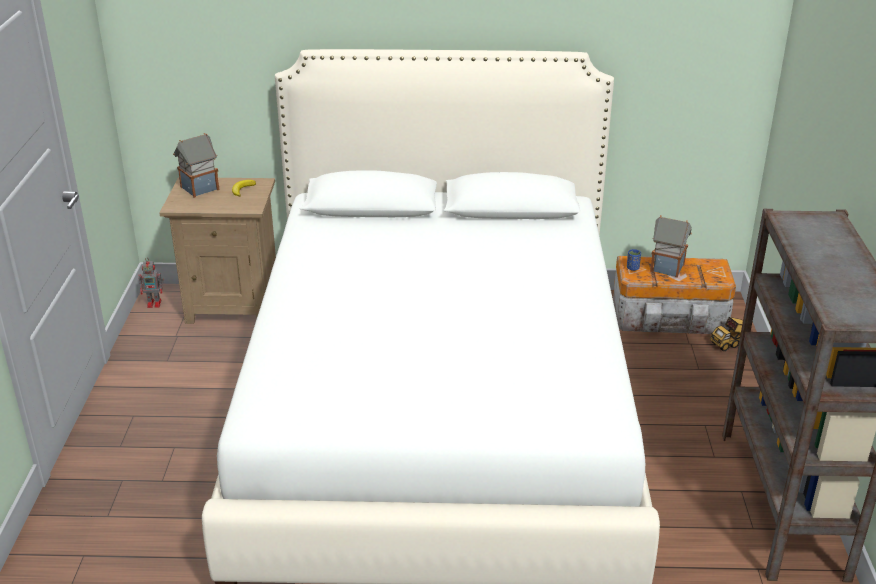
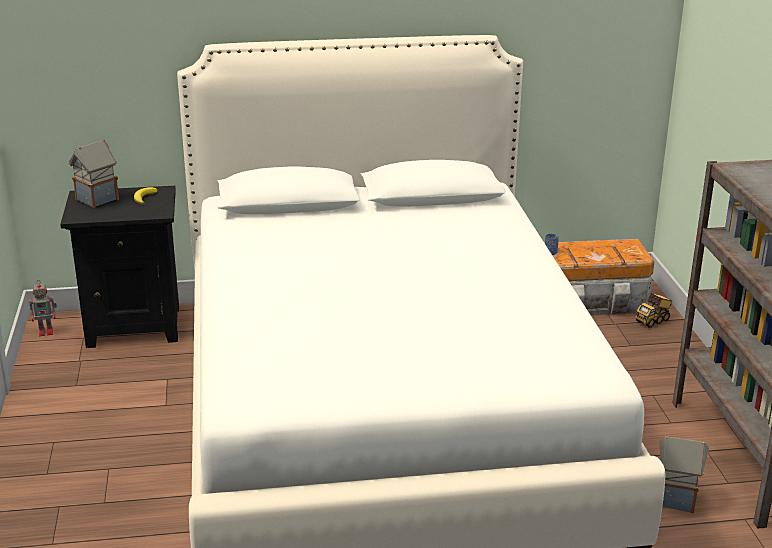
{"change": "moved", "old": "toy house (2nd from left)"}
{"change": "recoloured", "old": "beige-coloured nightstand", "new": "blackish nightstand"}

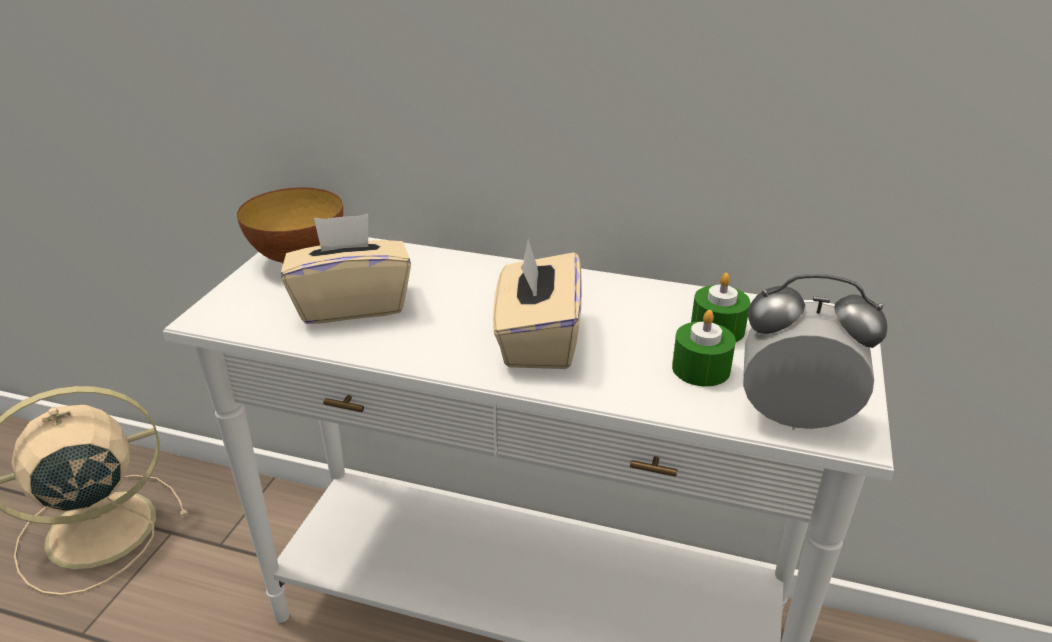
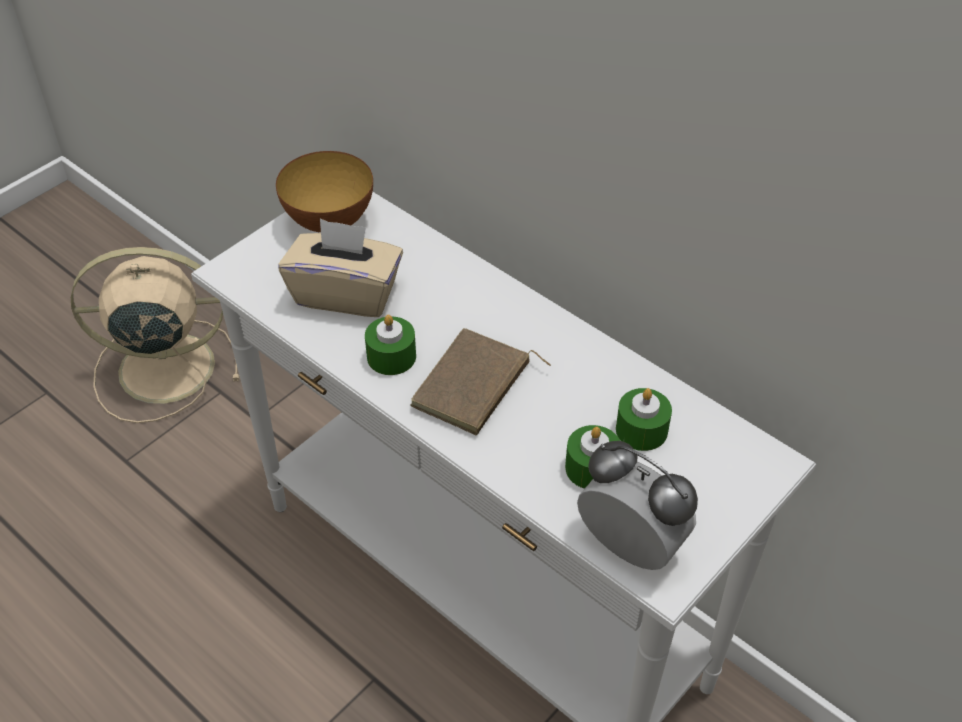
{"change": "added", "new": "greenish wax light (1st from left)"}
{"change": "replaced", "old": "beige-coloured tissue box (2nd from left)", "new": "brown volume"}

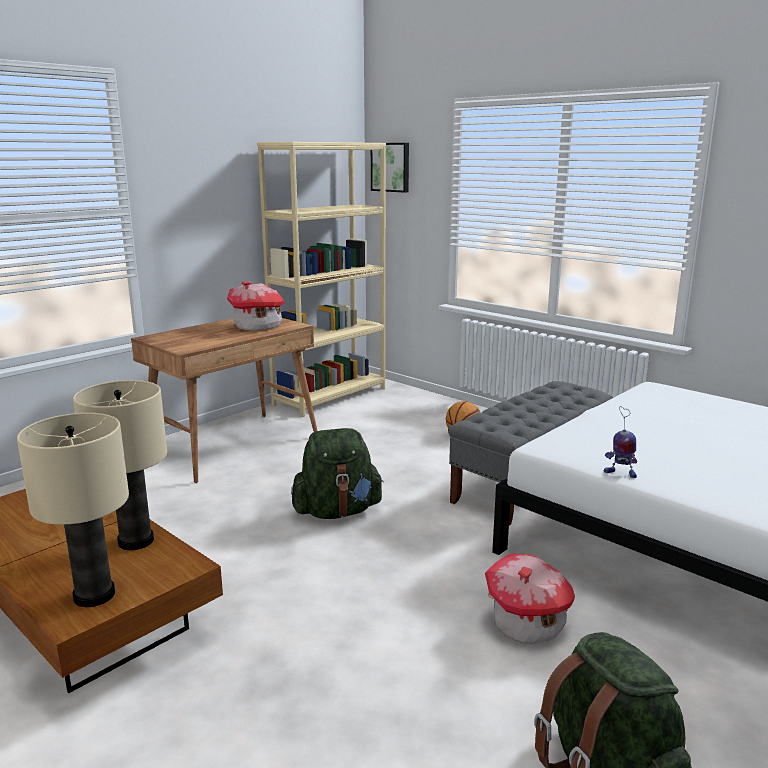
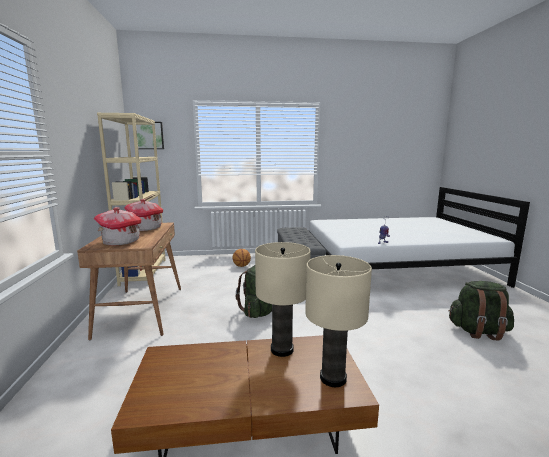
{"change": "moved", "old": "toy house (2nd from left in the first image)", "new": "toy house (1st from left)"}

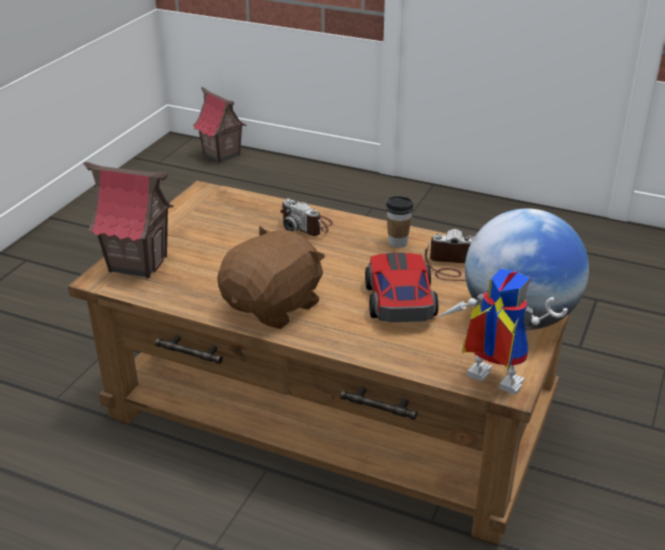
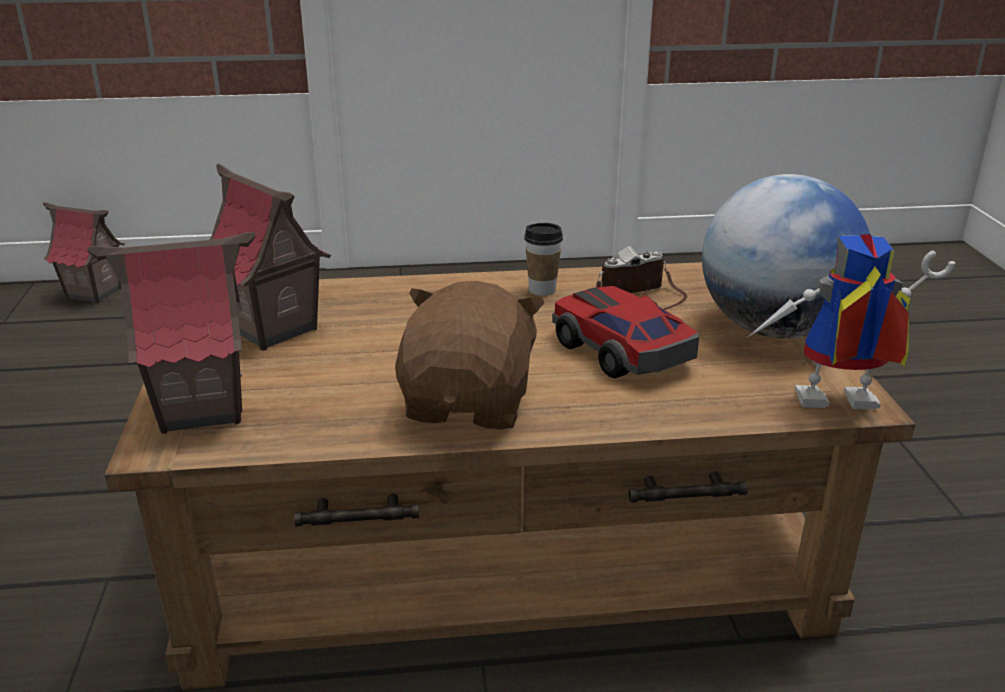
{"change": "removed", "old": "still camera (1st from left)"}
{"change": "added", "new": "toy house (3rd from left)"}

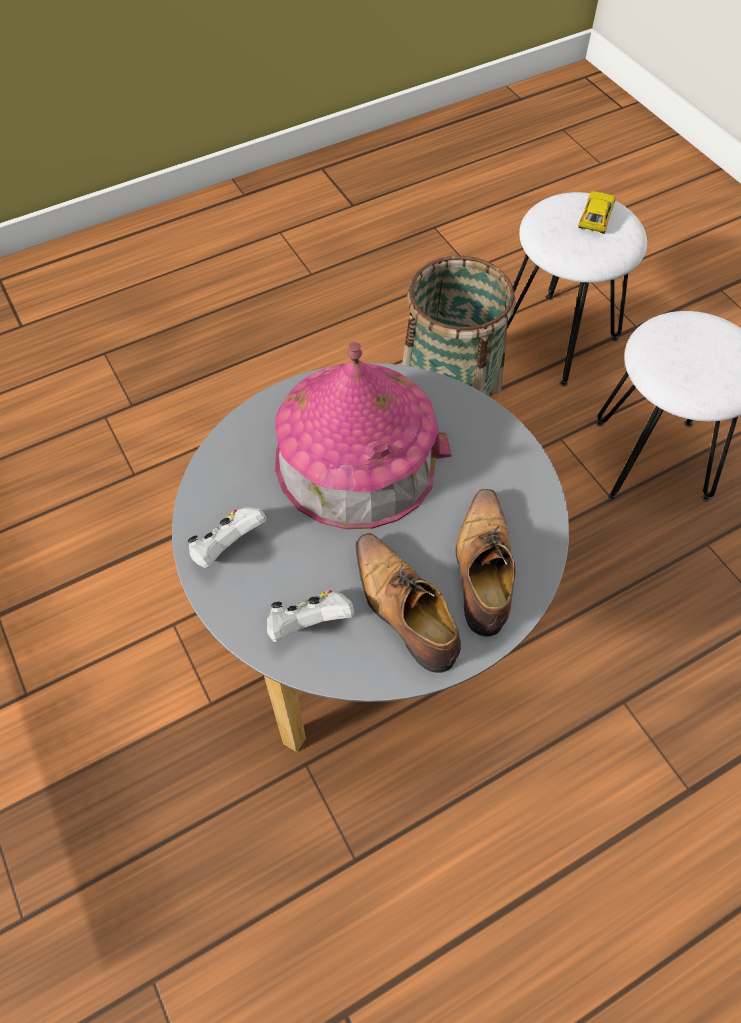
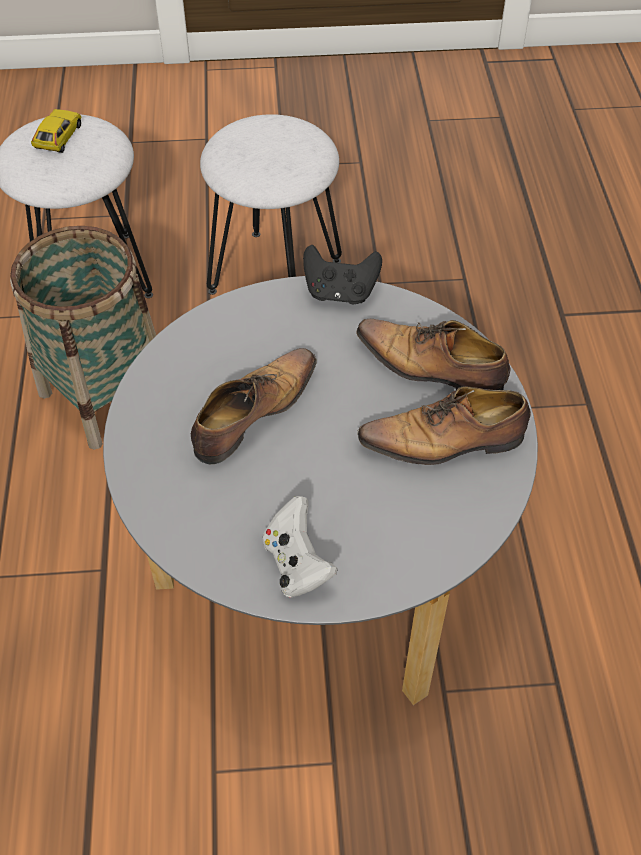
{"change": "removed", "old": "white game controller (2nd from left)"}
{"change": "added", "new": "blackish game controller"}
{"change": "replaced", "old": "toy house", "new": "shoe (1st from left)"}
{"change": "turned", "old": "miniature car", "degrees": 60}

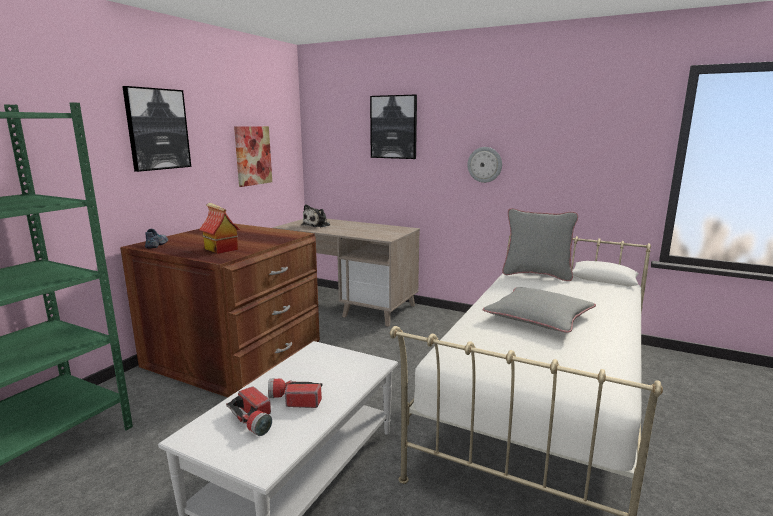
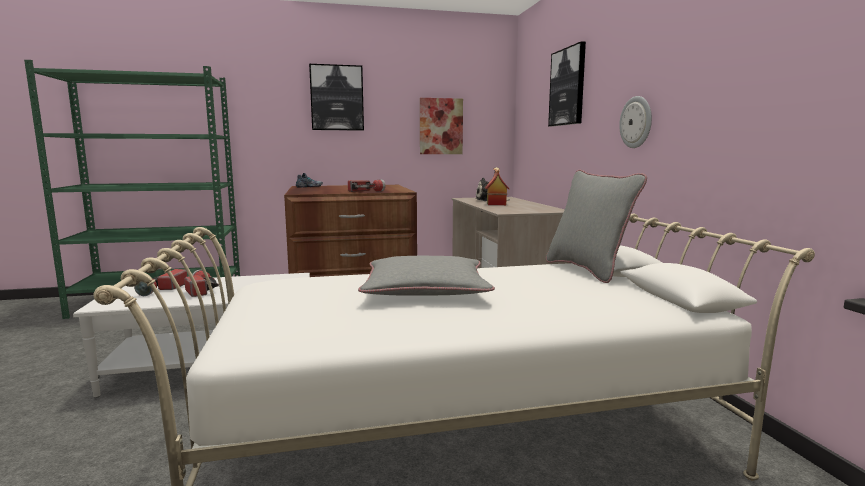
{"change": "added", "new": "torch (3rd from left)"}
{"change": "moved", "old": "toy house"}

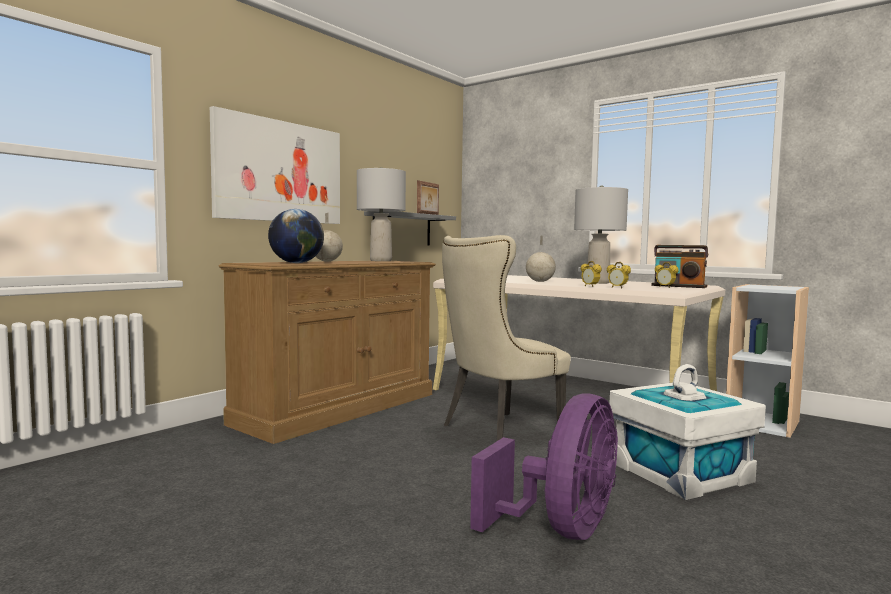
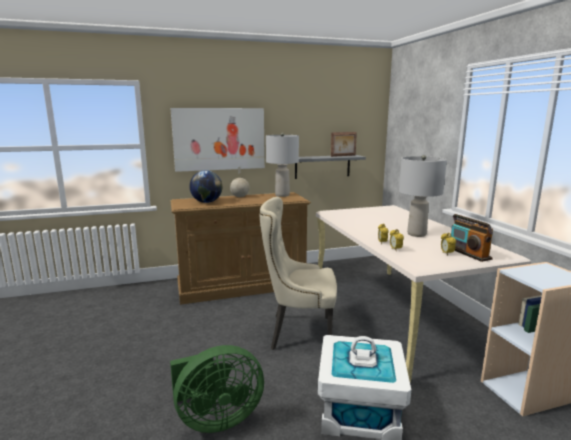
{"change": "removed", "old": "desk globe (3rd from left)"}
{"change": "recoloured", "old": "purple-coloured electric fan", "new": "greenish electric fan"}

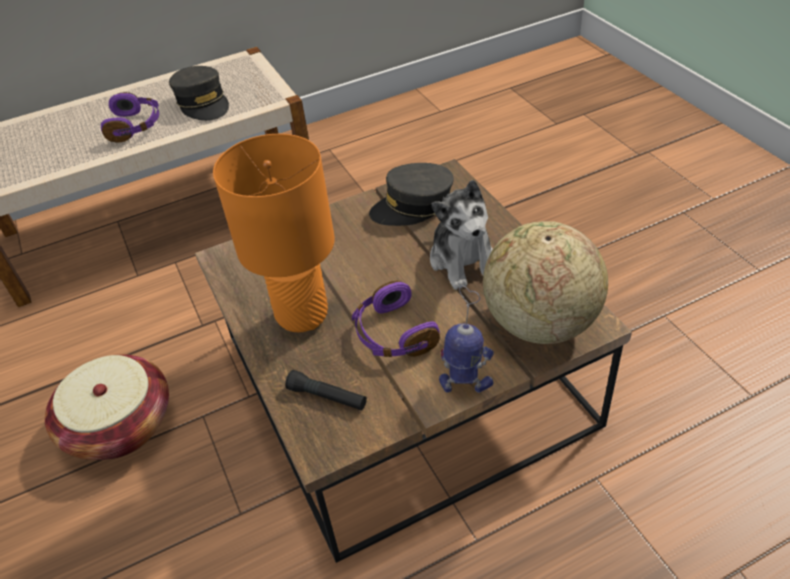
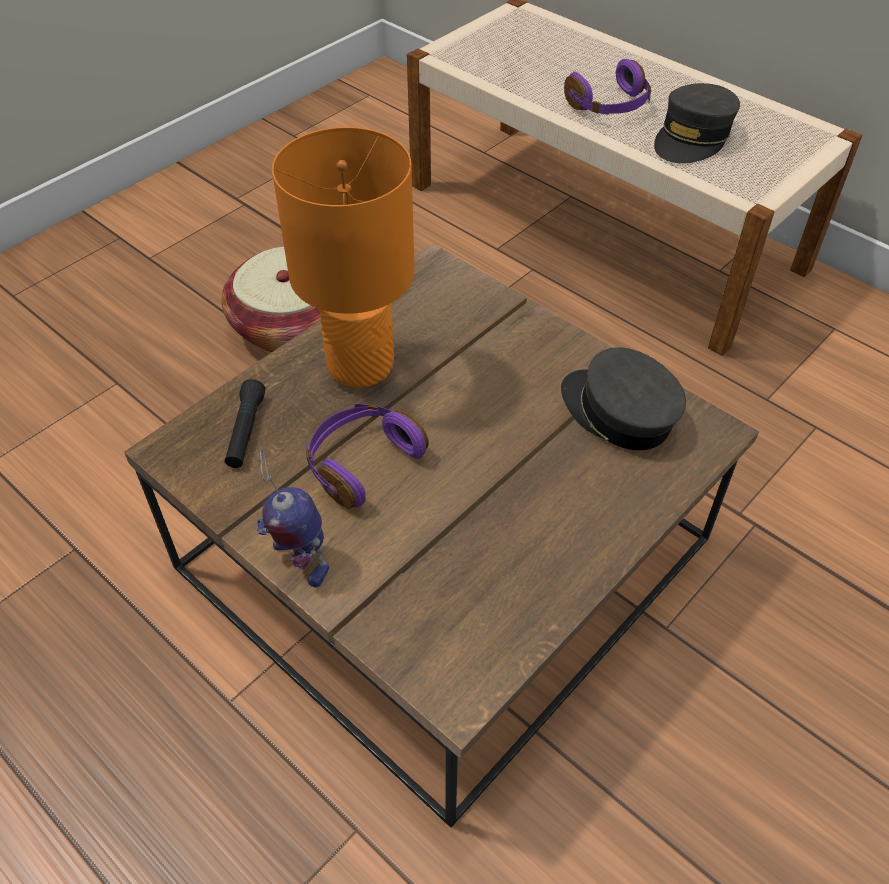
{"change": "removed", "old": "soft toy"}
{"change": "removed", "old": "desk globe"}
{"change": "turned", "old": "robot figure", "degrees": 150}

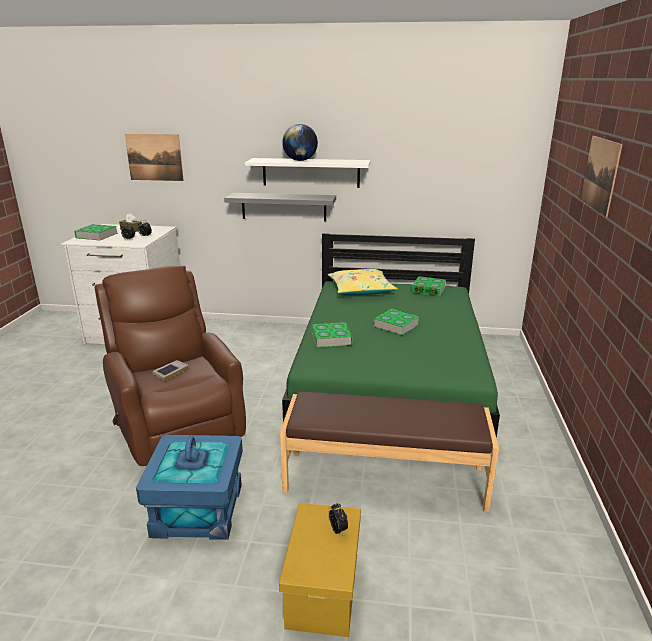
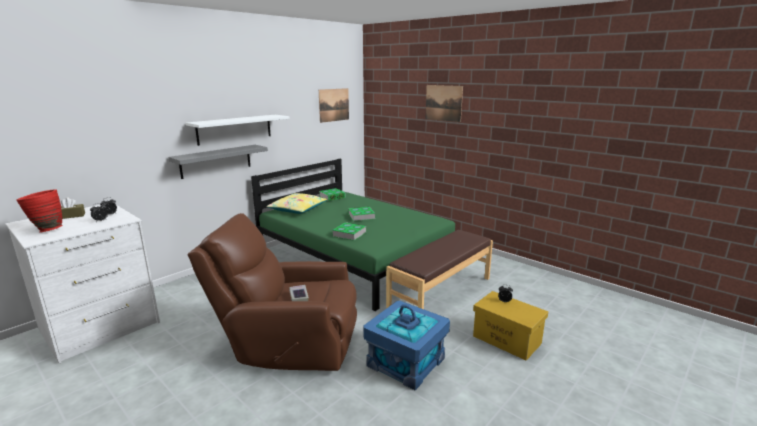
{"change": "removed", "old": "desk globe"}
{"change": "moved", "old": "wall art (1st from left)"}
{"change": "replaced", "old": "volume (1st from left)", "new": "red-coloured vase"}

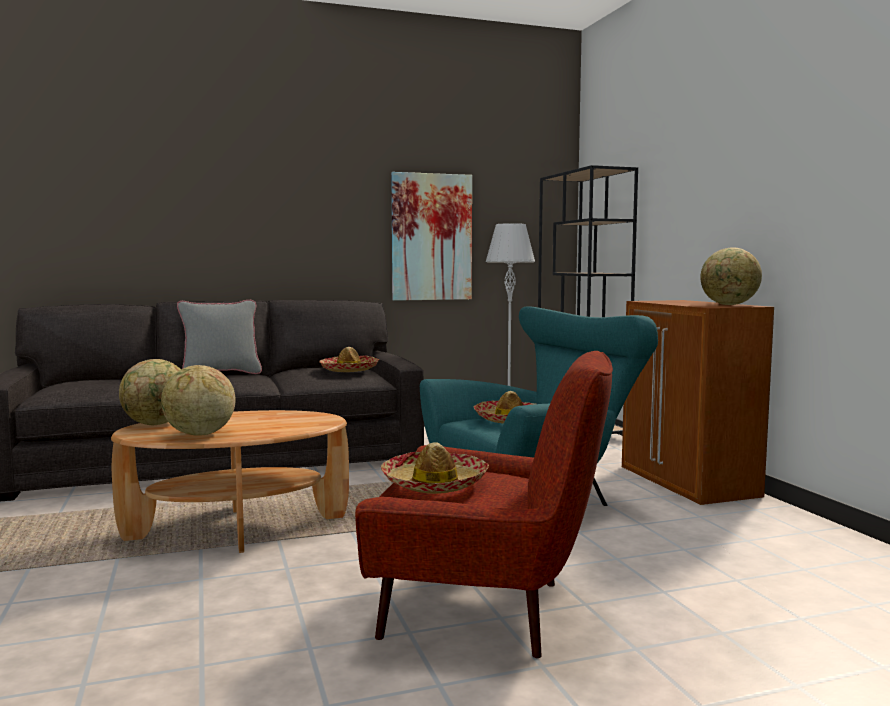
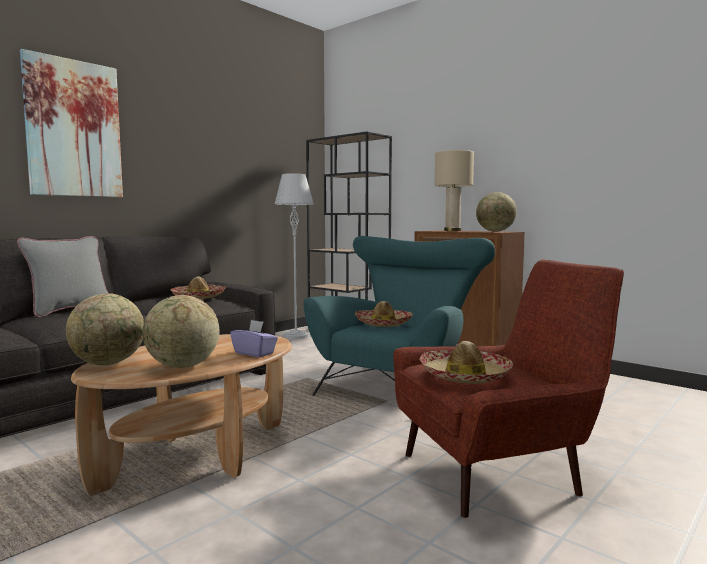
{"change": "added", "new": "purple-coloured tissue box"}
{"change": "added", "new": "beige-coloured tabletop lamp"}
{"change": "moved", "old": "wall art"}

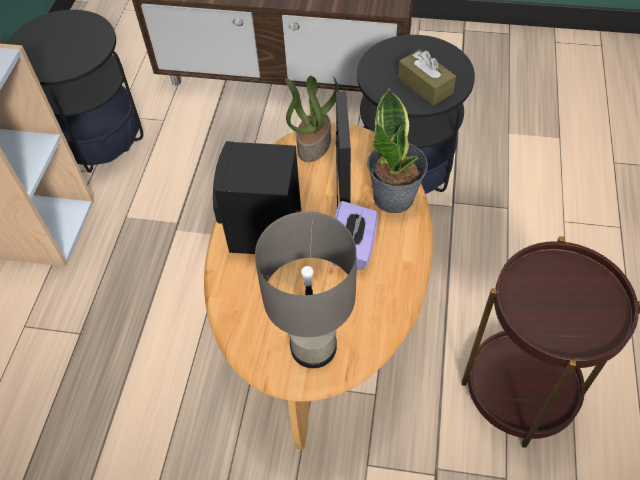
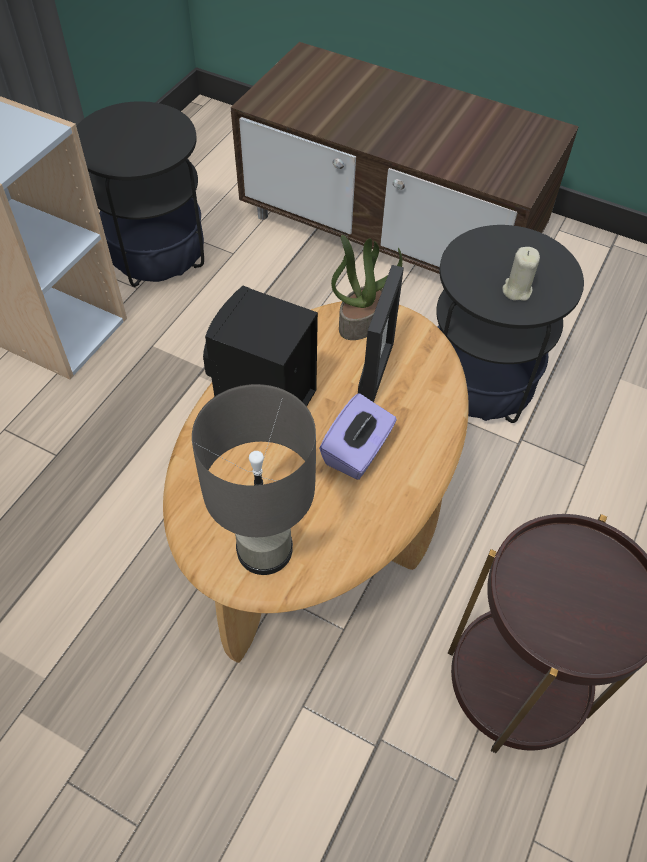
{"change": "removed", "old": "plant in a pot (2nd from left)"}
{"change": "replaced", "old": "brown tissue box", "new": "beige-coloured wax light"}

